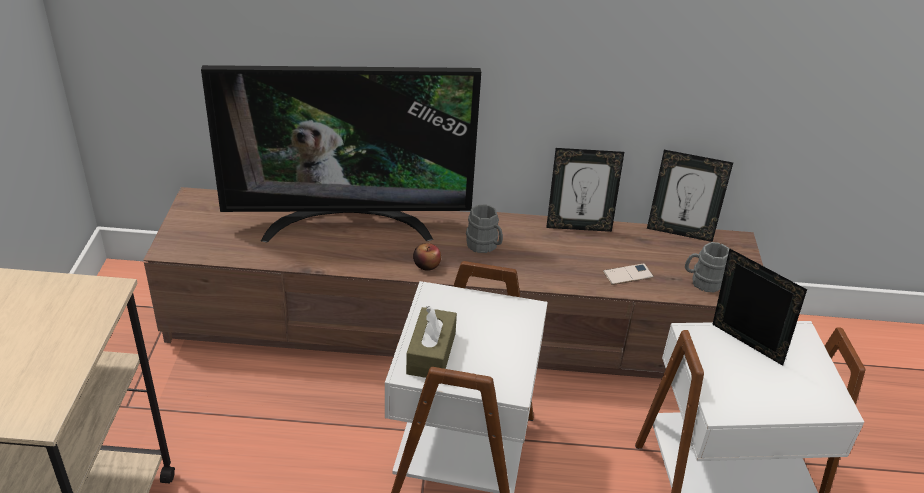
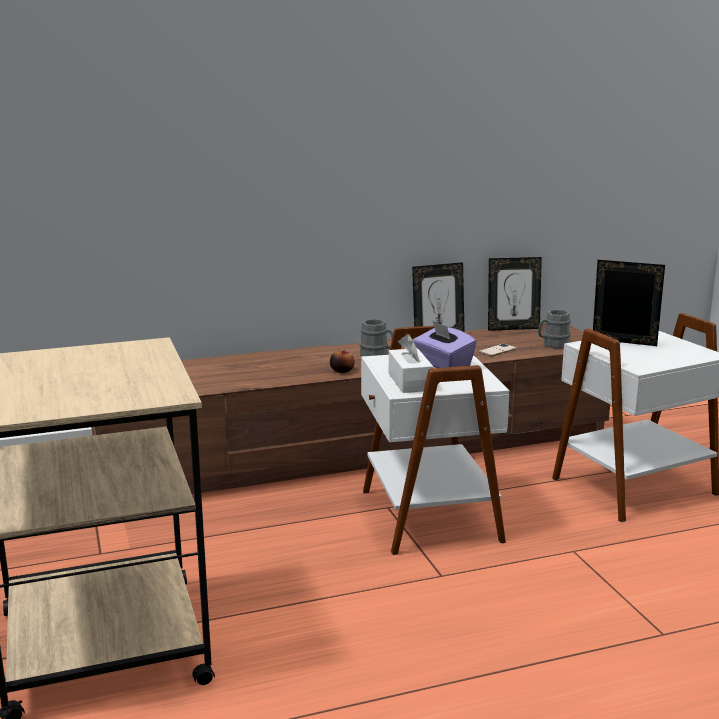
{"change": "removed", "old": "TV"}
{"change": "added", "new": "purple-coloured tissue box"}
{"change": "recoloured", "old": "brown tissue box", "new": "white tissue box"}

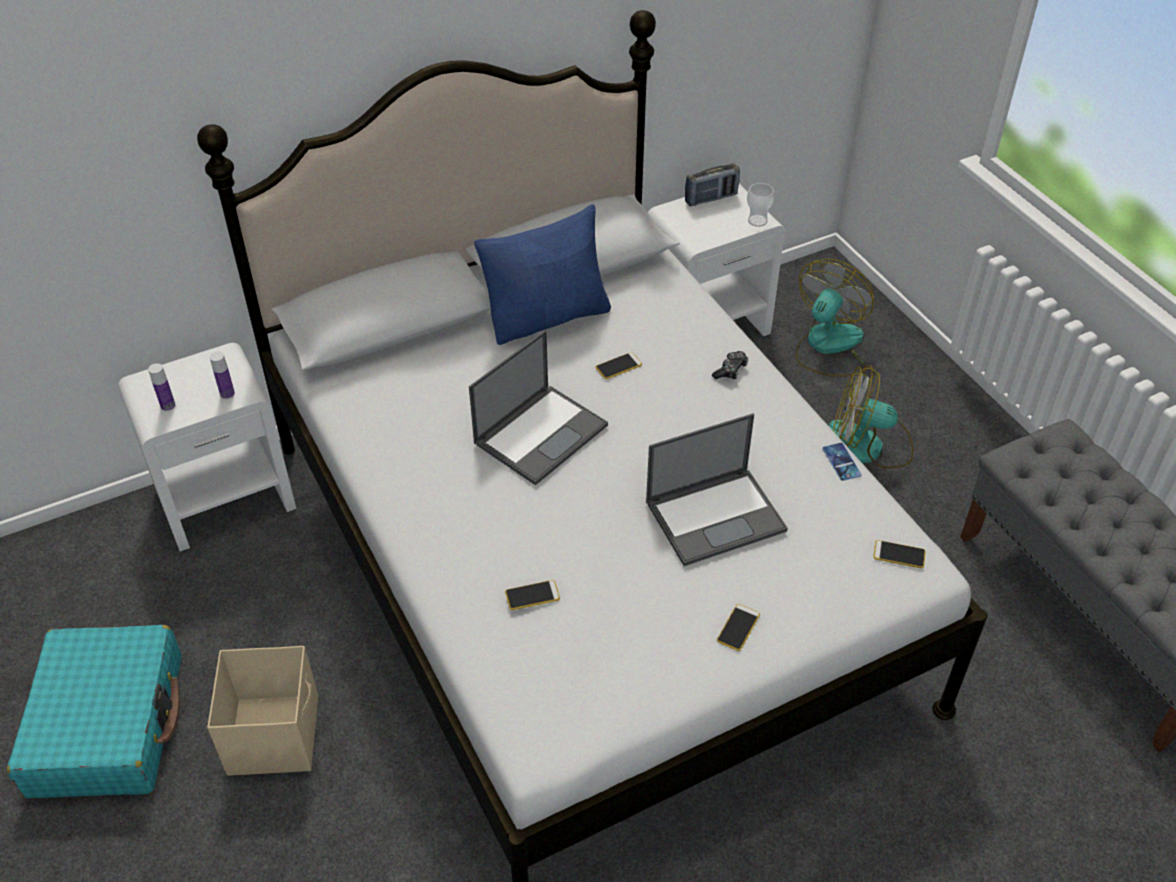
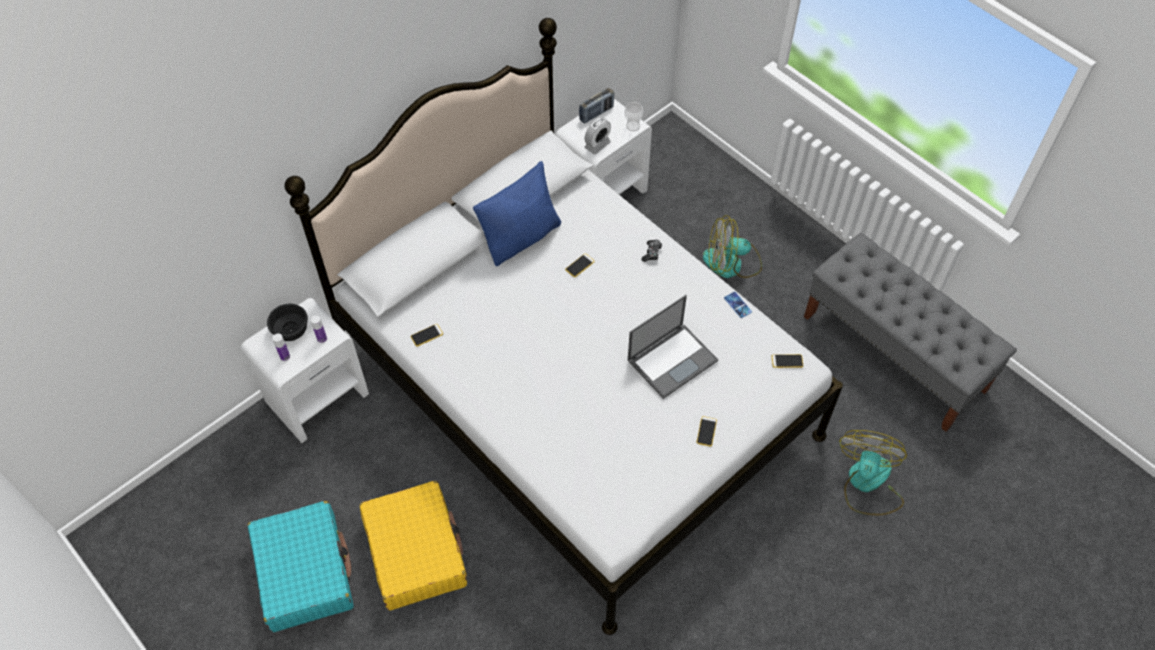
{"change": "removed", "old": "notebook computer (1st from left)"}
{"change": "added", "new": "blackish deep dish"}
{"change": "added", "new": "bedside clock"}
{"change": "moved", "old": "telephone (1st from left)"}
{"change": "moved", "old": "electric fan (1st from left in the first image)", "new": "electric fan (2nd from left)"}
{"change": "replaced", "old": "beige-coloured storage container", "new": "yellow-coloured travel case"}

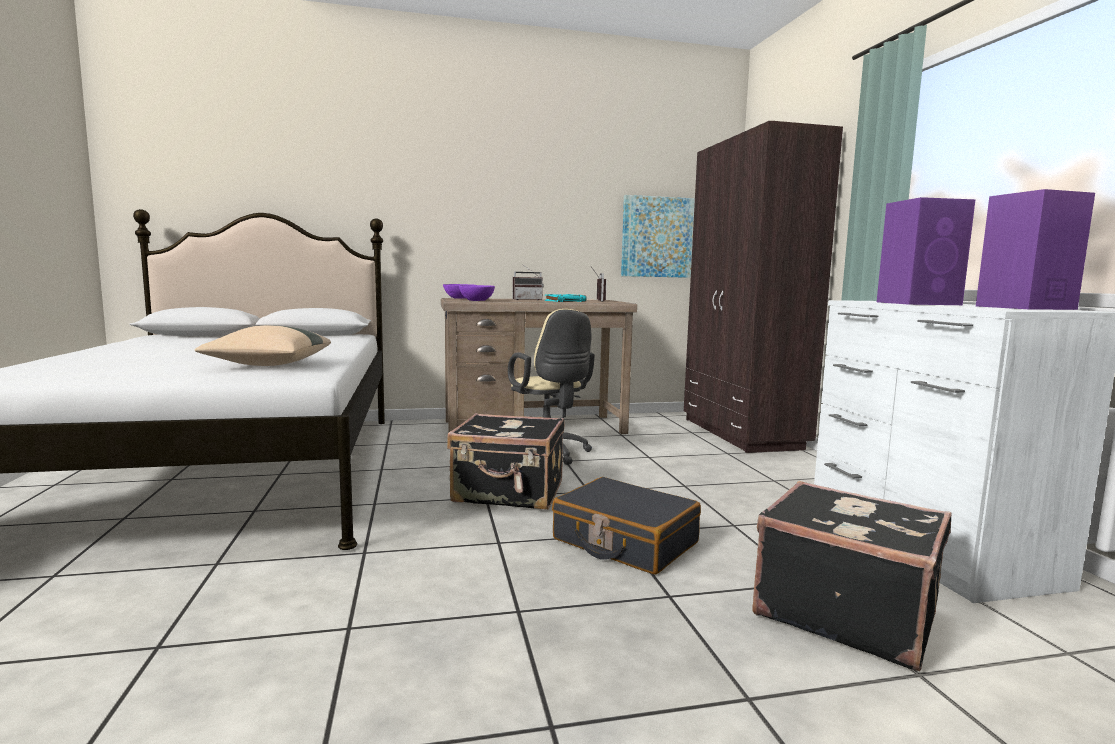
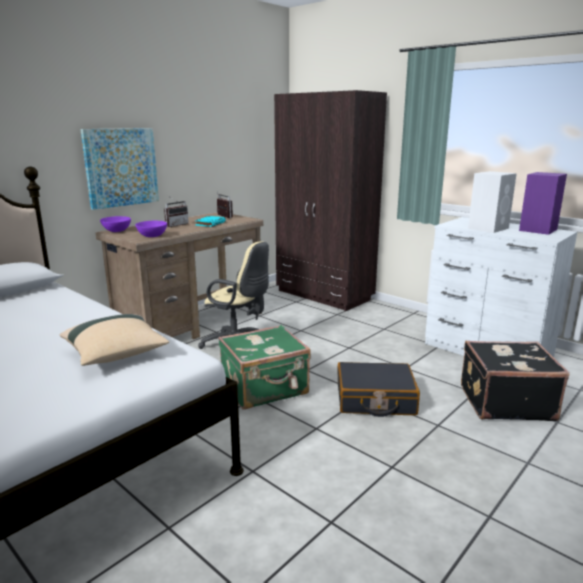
{"change": "moved", "old": "wall art"}
{"change": "recoloured", "old": "blackish travel case (1st from left)", "new": "greenish travel case"}
{"change": "recoloured", "old": "purple-coloured speaker (1st from left)", "new": "white speaker"}

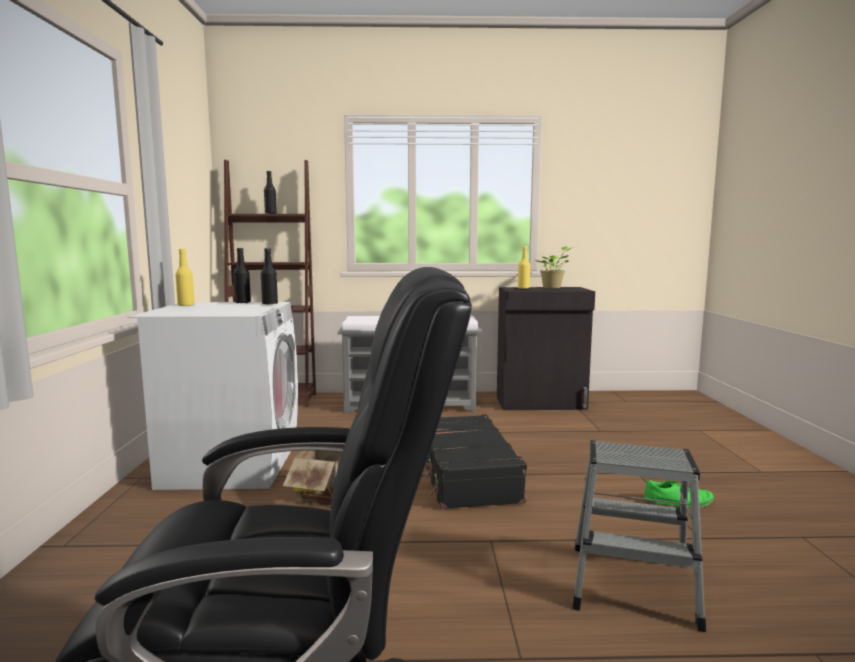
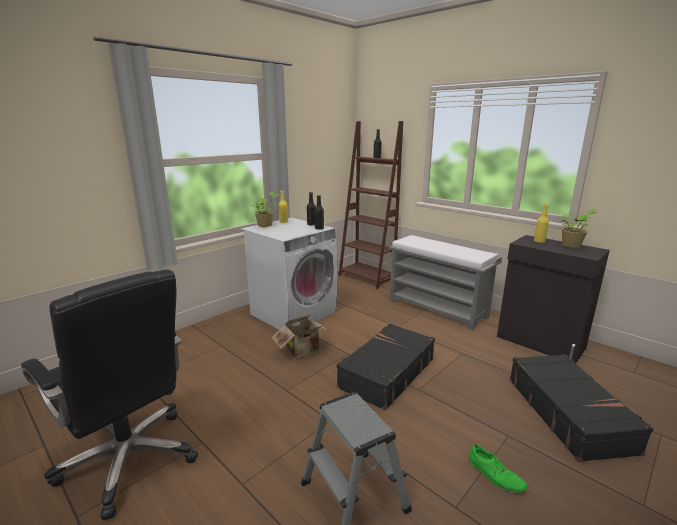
{"change": "added", "new": "plant in a pot (1st from left)"}
{"change": "added", "new": "blackish travel case (2nd from left)"}

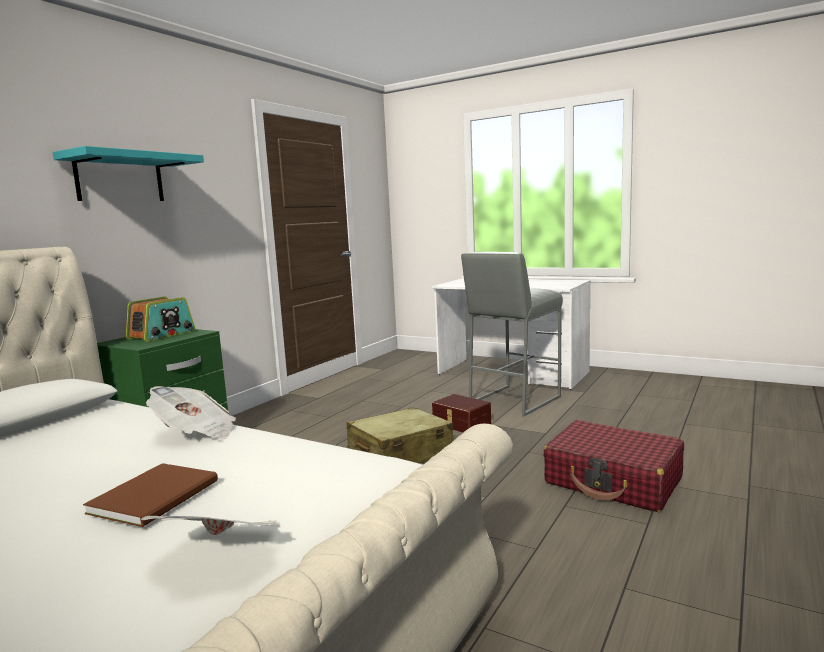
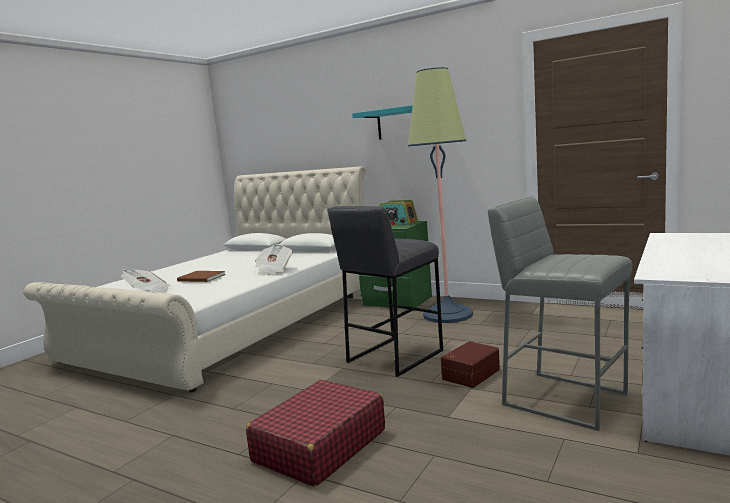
{"change": "added", "new": "floor lamp"}
{"change": "replaced", "old": "beige-coloured travel case", "new": "greyish stool seat (1st from left)"}

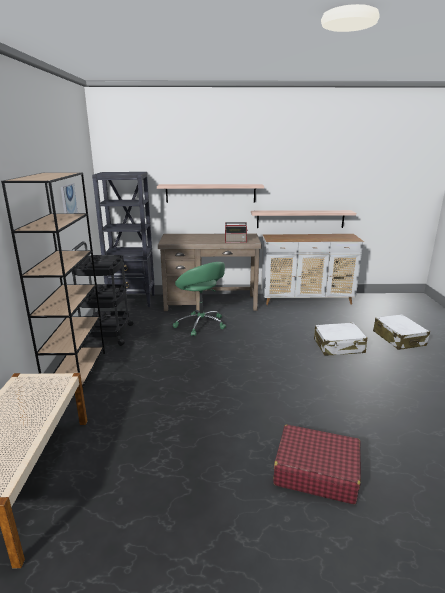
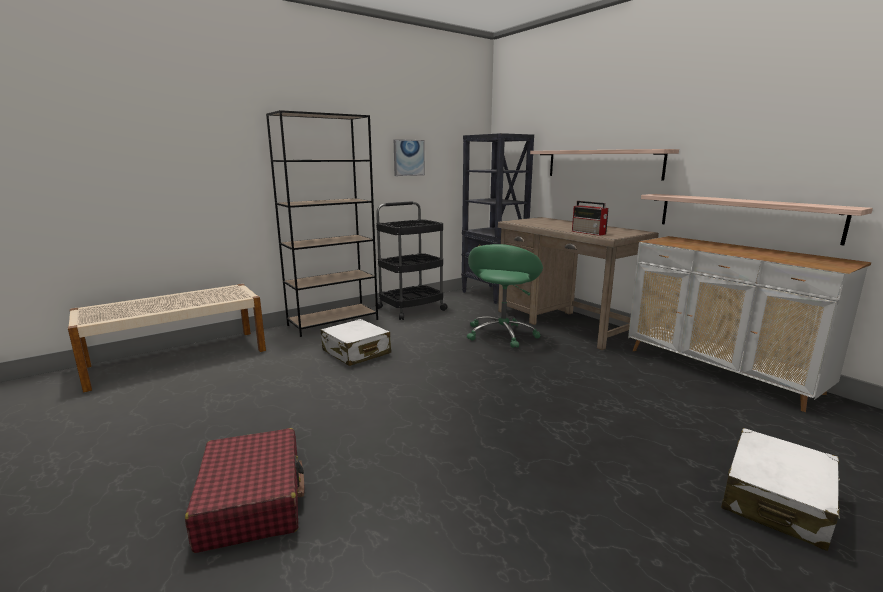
{"change": "moved", "old": "white travel case (1st from left)"}

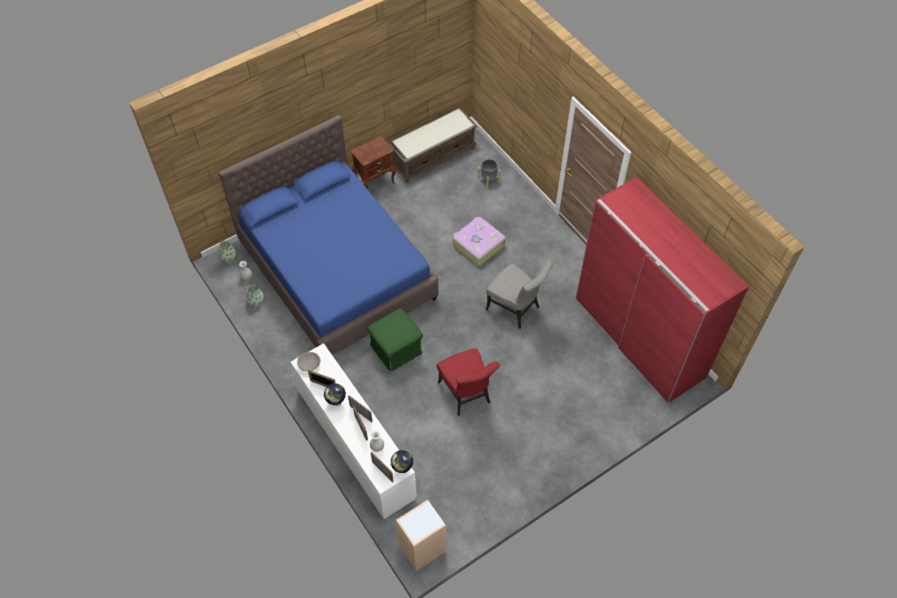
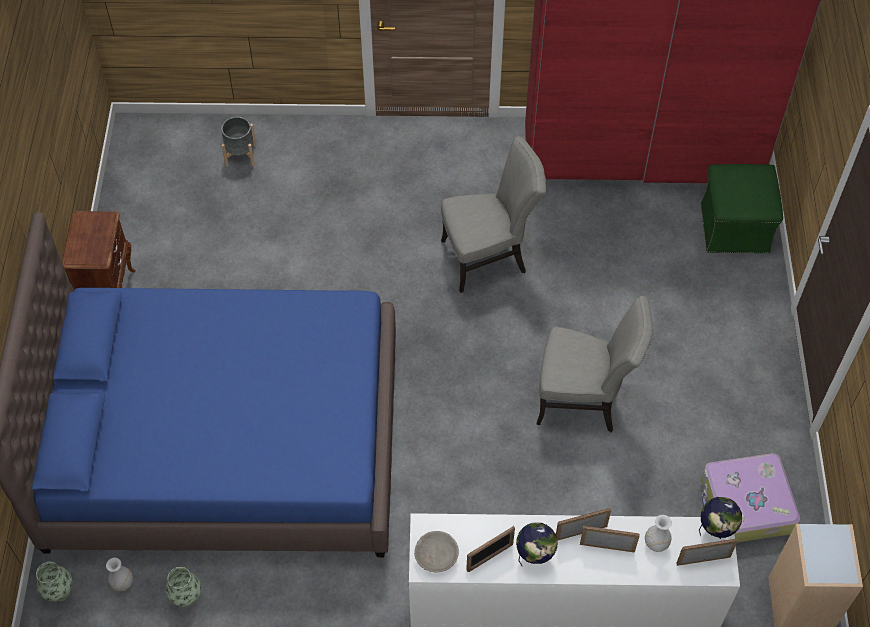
{"change": "removed", "old": "brown indoor bench"}
{"change": "moved", "old": "greenish pouffe"}
{"change": "moved", "old": "travel case"}
{"change": "recoloured", "old": "red-coloured plain chair", "new": "greyish plain chair (2nd from left)"}

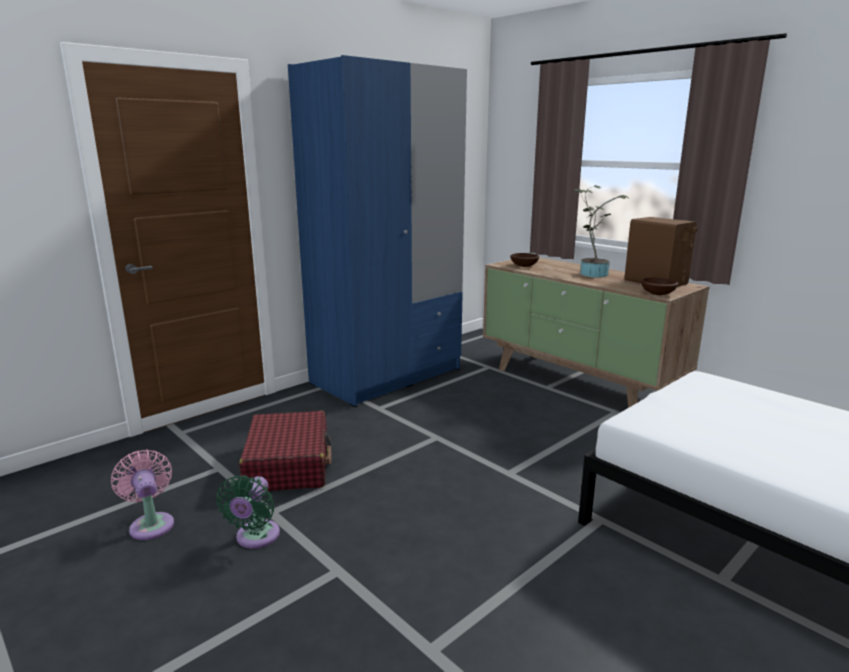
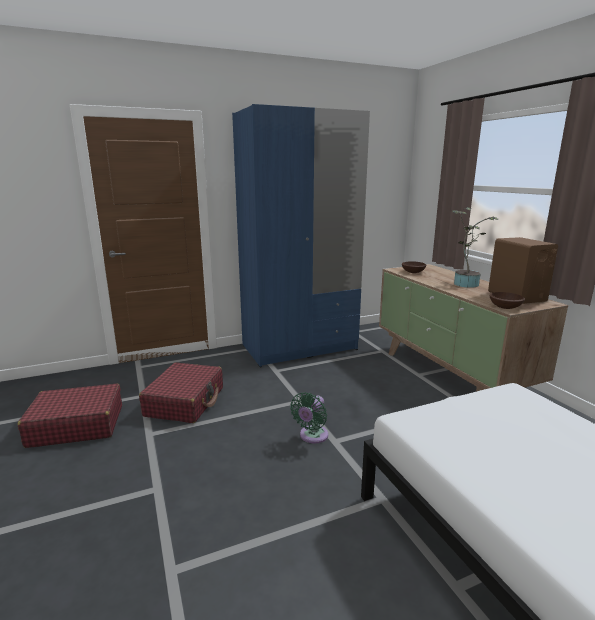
{"change": "moved", "old": "greenish electric fan"}
{"change": "replaced", "old": "pink electric fan", "new": "red-coloured travel case (1st from left)"}

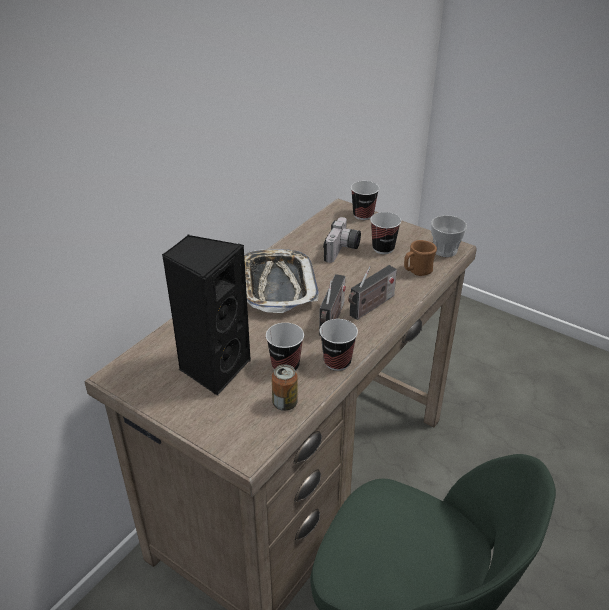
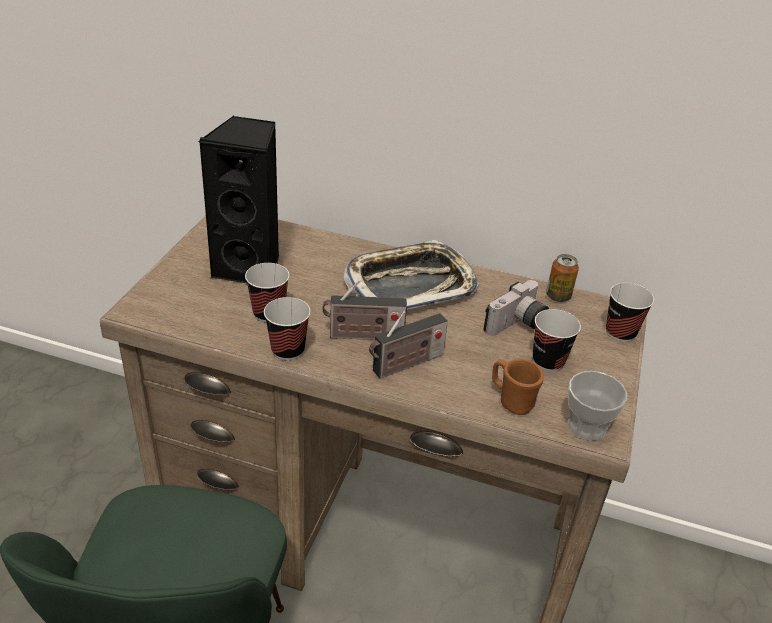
{"change": "moved", "old": "metal can"}
{"change": "turned", "old": "still camera", "degrees": -45}
{"change": "turned", "old": "radio (2nd from left)", "degrees": -60}

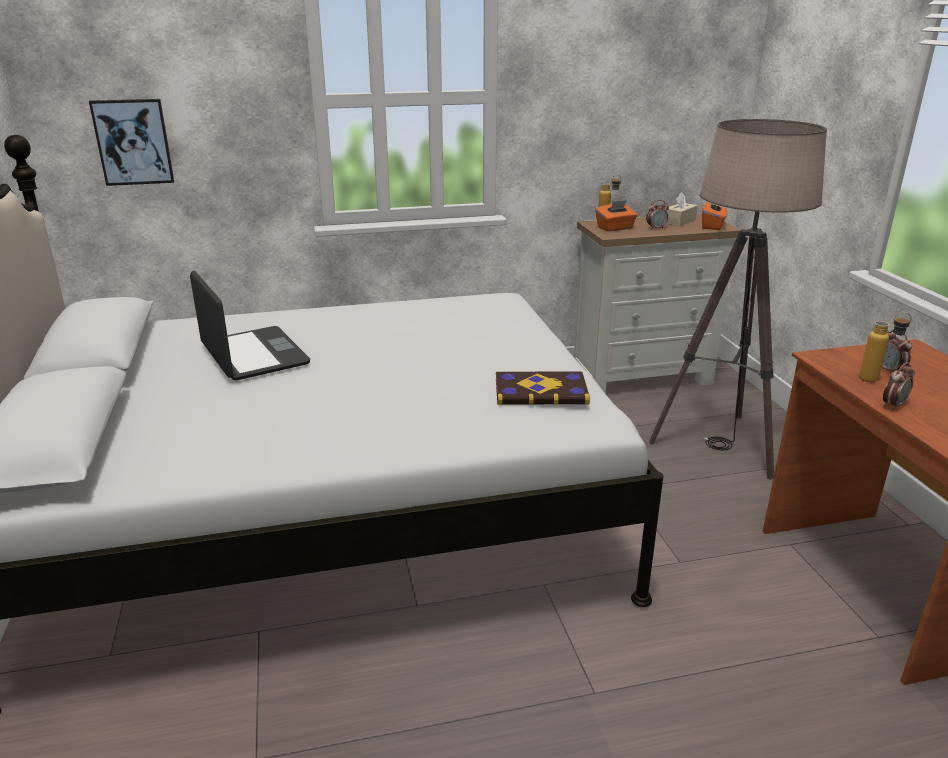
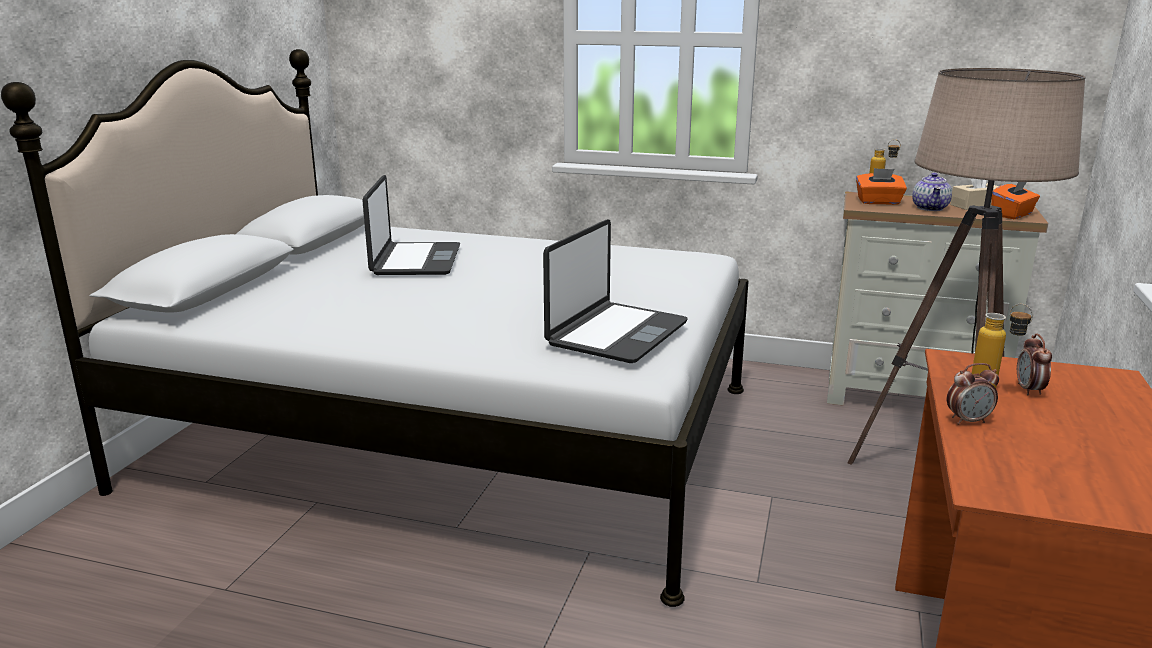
{"change": "removed", "old": "wall art"}
{"change": "replaced", "old": "volume", "new": "notebook computer (2nd from left)"}
{"change": "replaced", "old": "bedside clock (1st from left)", "new": "teapot"}

